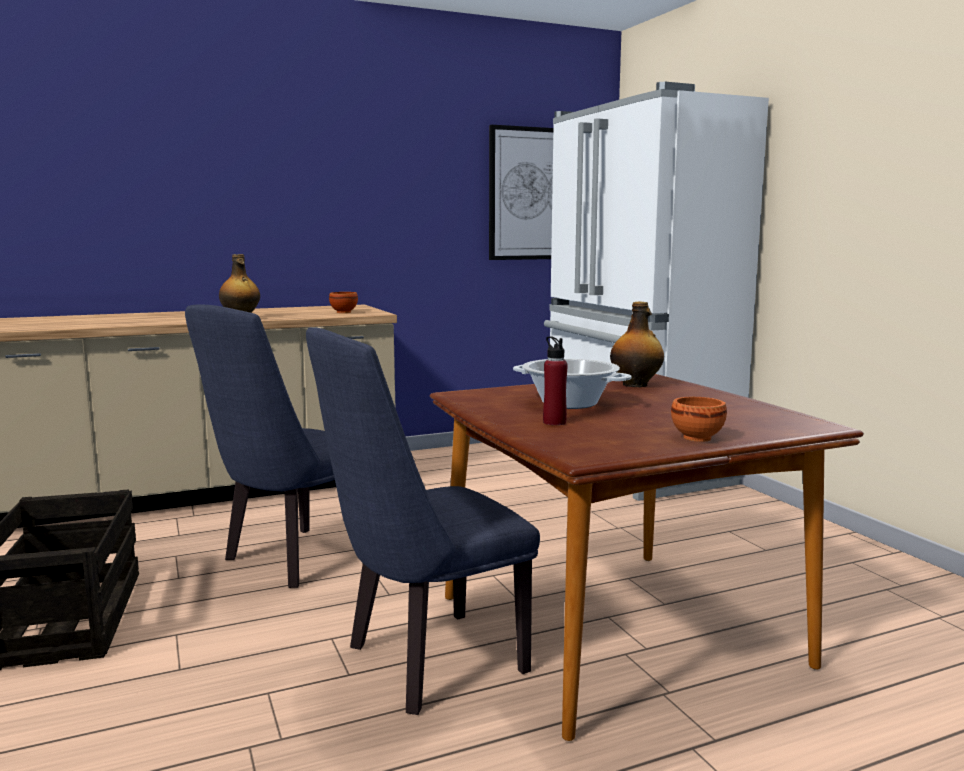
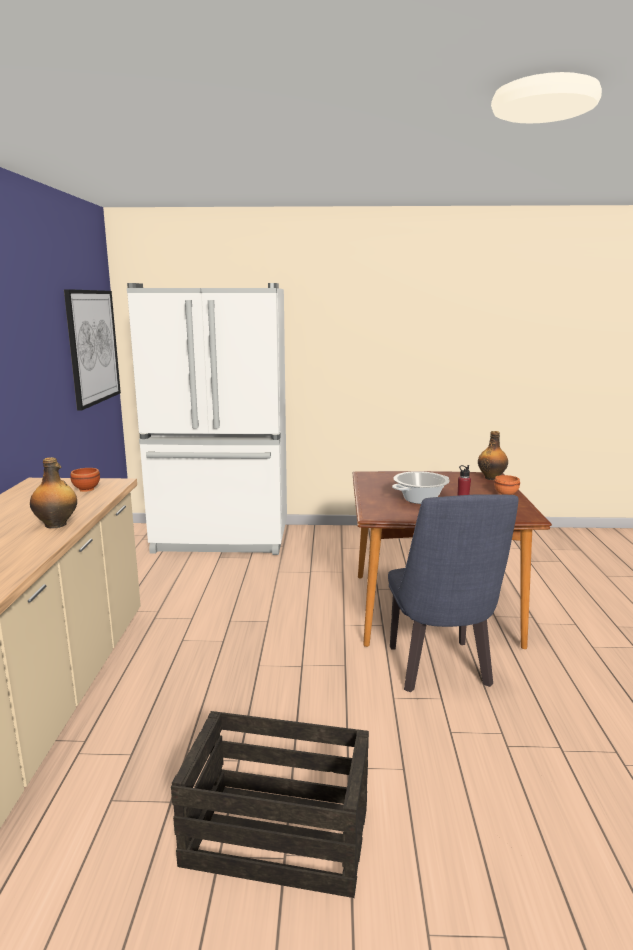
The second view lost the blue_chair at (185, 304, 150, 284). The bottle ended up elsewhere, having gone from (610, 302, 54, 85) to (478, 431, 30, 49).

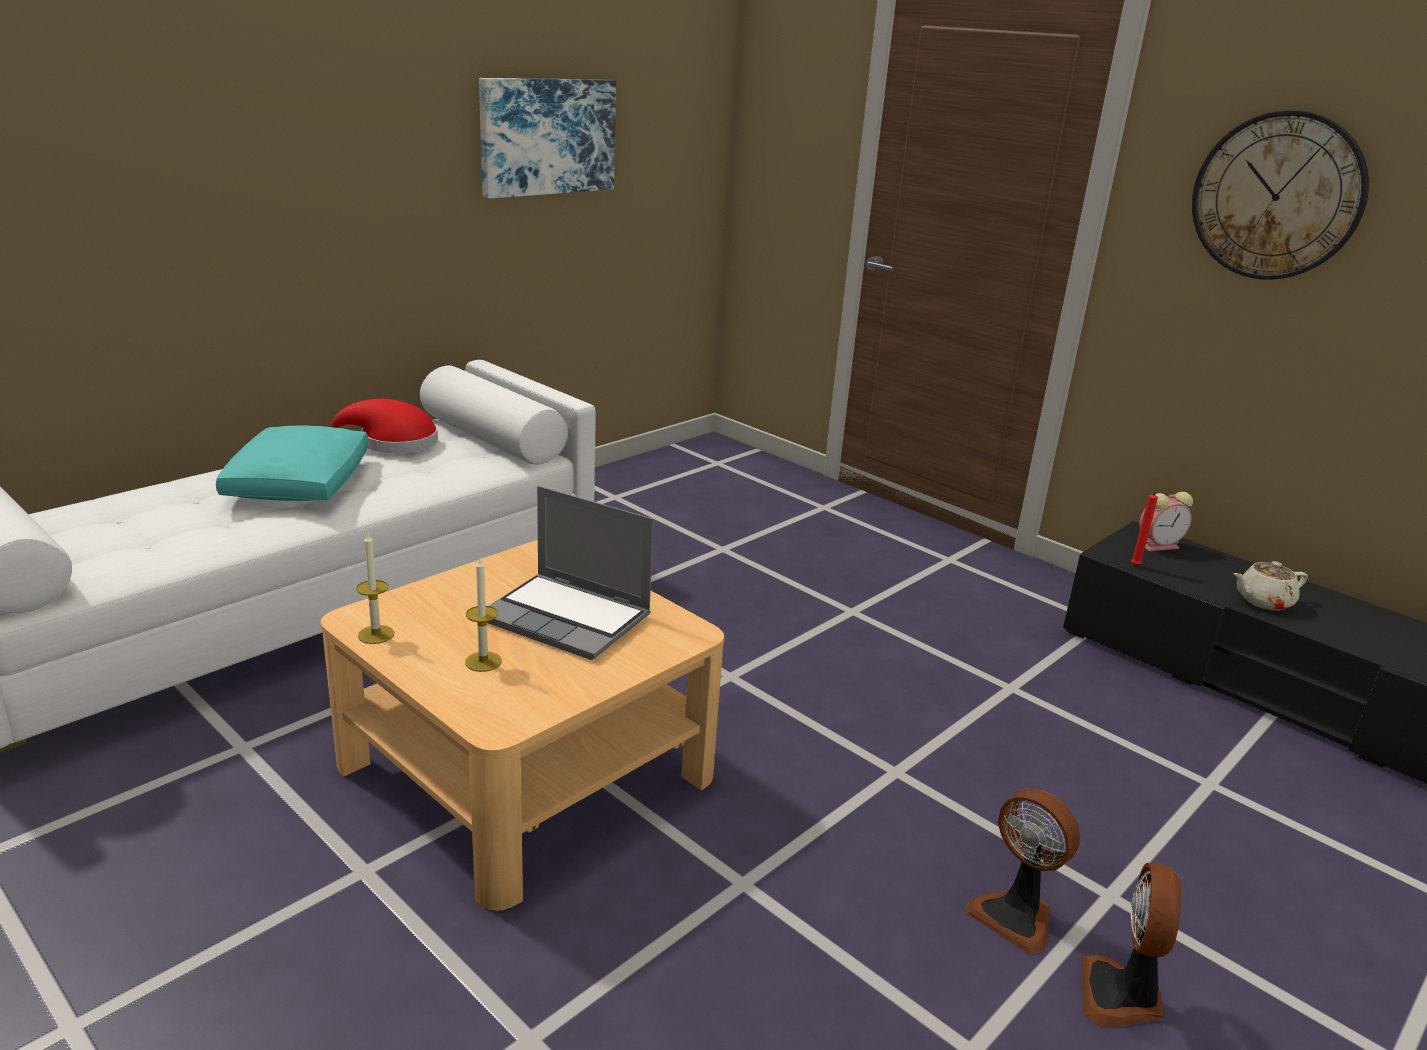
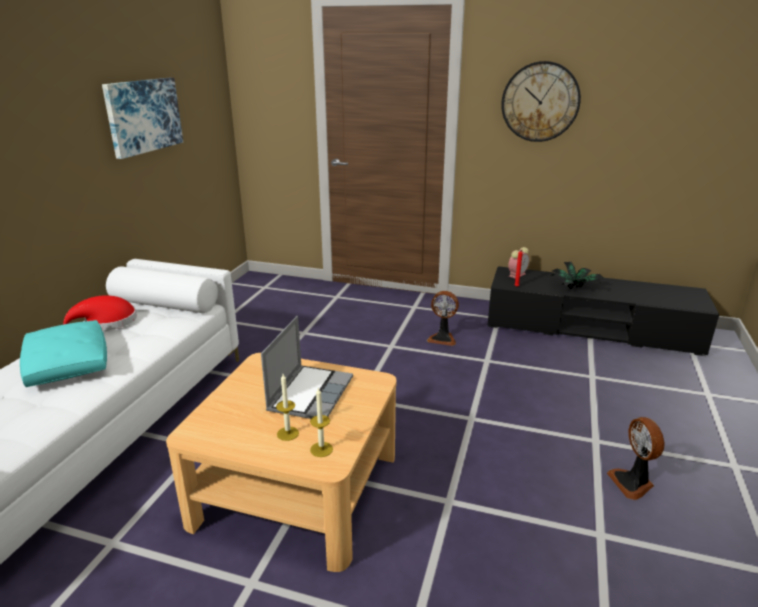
The candle ended up elsewhere, having gone from (356, 531, 38, 113) to (310, 388, 23, 69). The fan ended up elsewhere, having gone from (967, 788, 113, 166) to (427, 291, 32, 55). Where the beige_teapot stood at (1234, 561, 74, 49), the potted_plant came to stand at (552, 262, 52, 27). The laptop at (487, 486, 167, 174) ended up facing another way, 75 degrees counterclockwise from before.

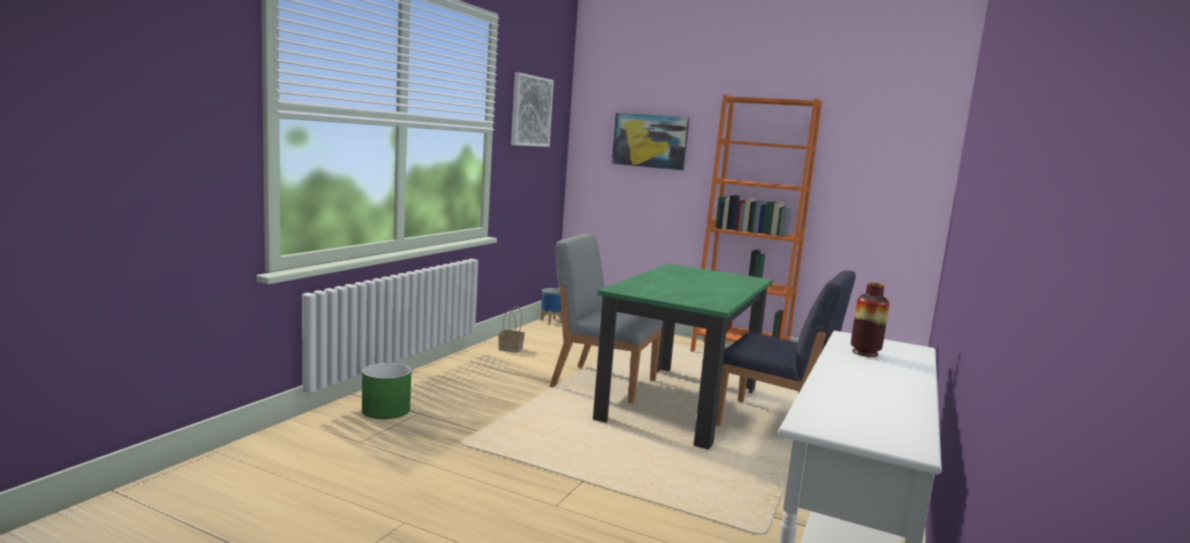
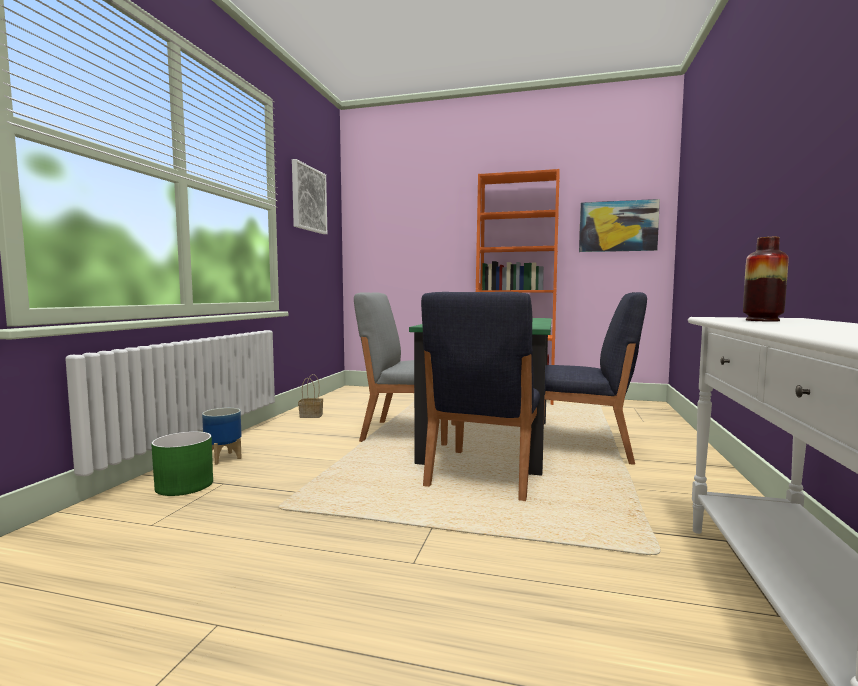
The second view gained the blue_chair at (421, 292, 125, 209). The planter ended up elsewhere, having gone from (541, 288, 21, 36) to (202, 408, 40, 57). The picture ended up elsewhere, having gone from (612, 113, 77, 58) to (579, 199, 81, 53).

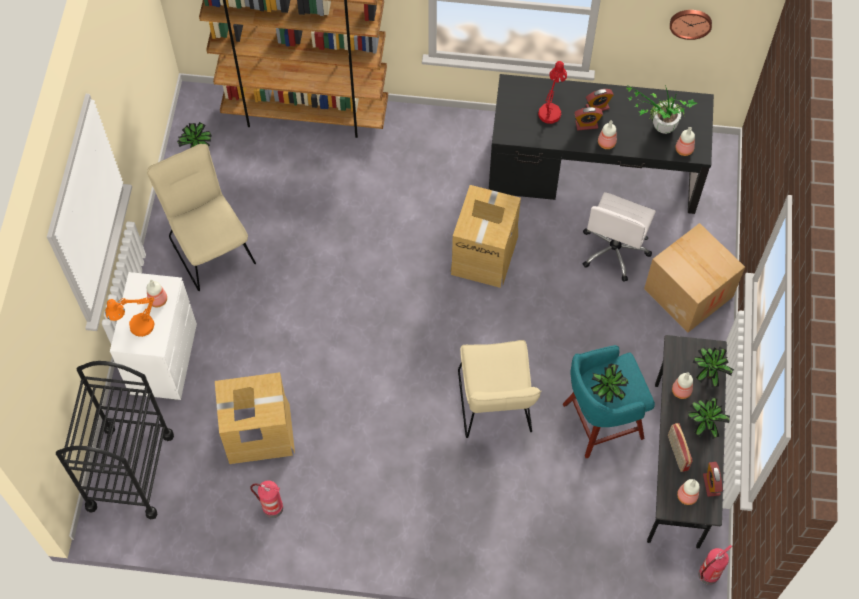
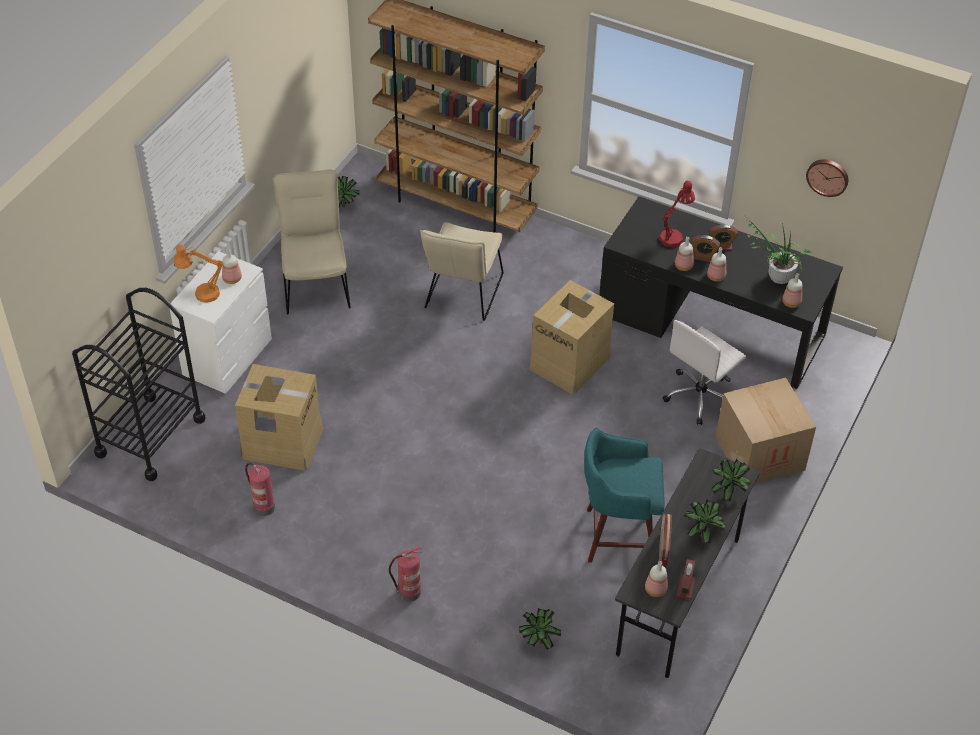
The beige_chair ended up elsewhere, having gone from (458, 340, 84, 98) to (420, 222, 83, 99). The potted_plant ended up elsewhere, having gone from (591, 363, 38, 40) to (519, 608, 42, 42). The bottle ended up elsewhere, having gone from (672, 372, 21, 27) to (675, 237, 19, 34). The fire_extinguisher ended up elsewhere, having gone from (698, 545, 34, 40) to (389, 546, 33, 56).

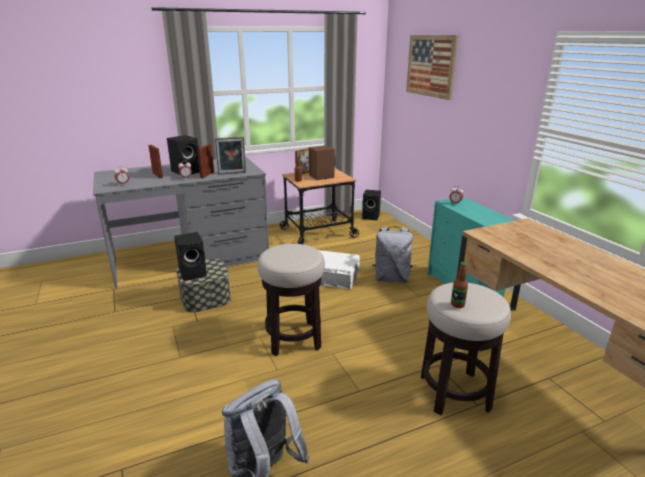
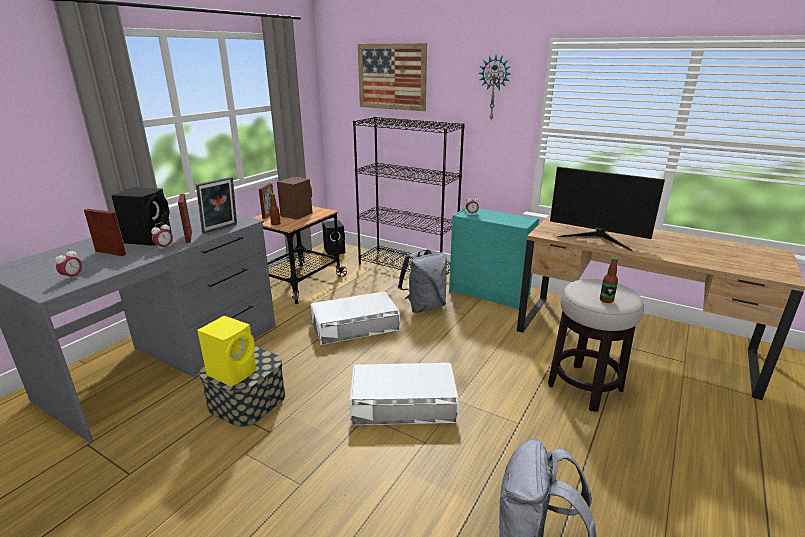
The second view gained the black_bookcase at (353, 117, 112, 157). The second view gained the wall_clock at (479, 55, 32, 65). The second view gained the monitor at (550, 167, 115, 84). Where the stool stood at (257, 244, 68, 112), the white_storage_box came to stand at (350, 363, 109, 62). What was the black_speaker at (174, 232, 33, 49) turned into the yellow_speaker at (197, 315, 59, 72).

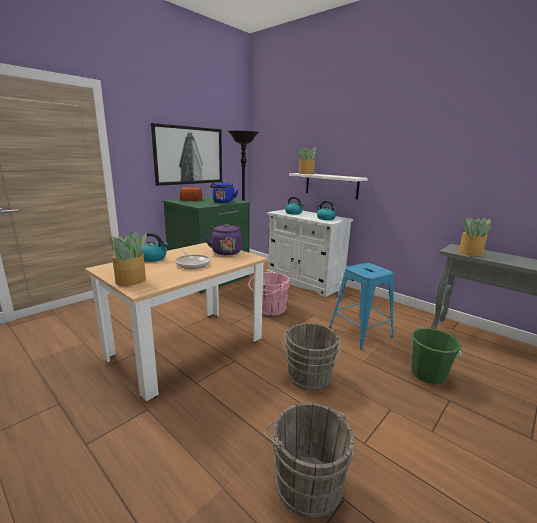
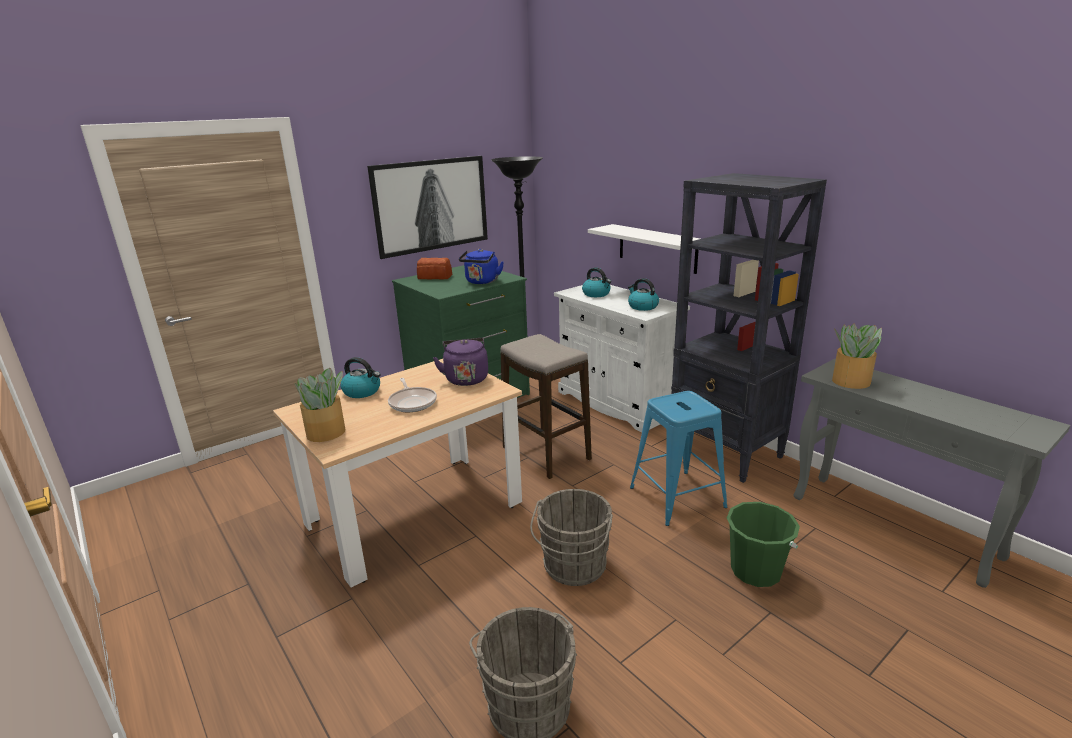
The second view lost the potted_plant at (298, 147, 18, 27). The second view gained the black_bookcase at (671, 173, 156, 310). Where the pink_bucket stood at (249, 272, 41, 44), the stool came to stand at (500, 334, 92, 145).

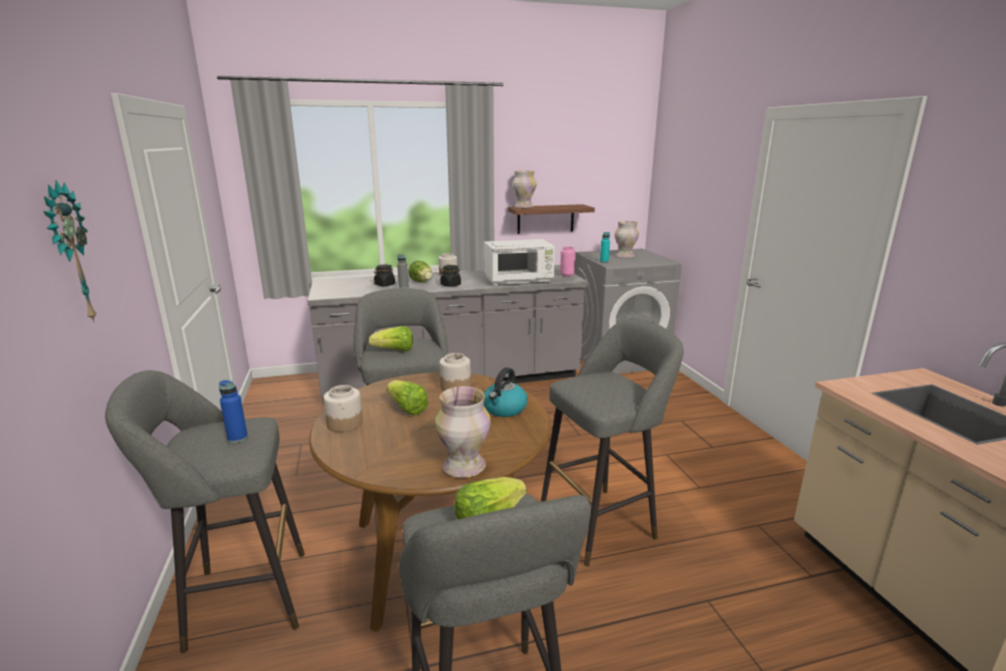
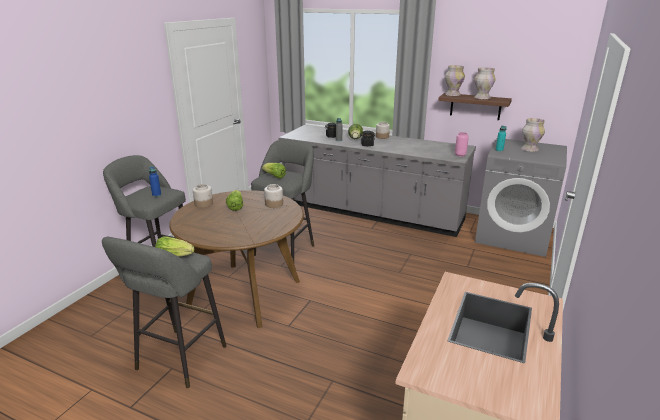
The second view lost the wall_clock at (43, 180, 54, 143). The second view lost the white_microwave at (484, 239, 71, 47). The second view lost the kettle at (484, 367, 44, 50). The second view lost the grey_stool at (541, 319, 143, 247). The vase ended up elsewhere, having gone from (435, 386, 56, 92) to (474, 67, 22, 32).

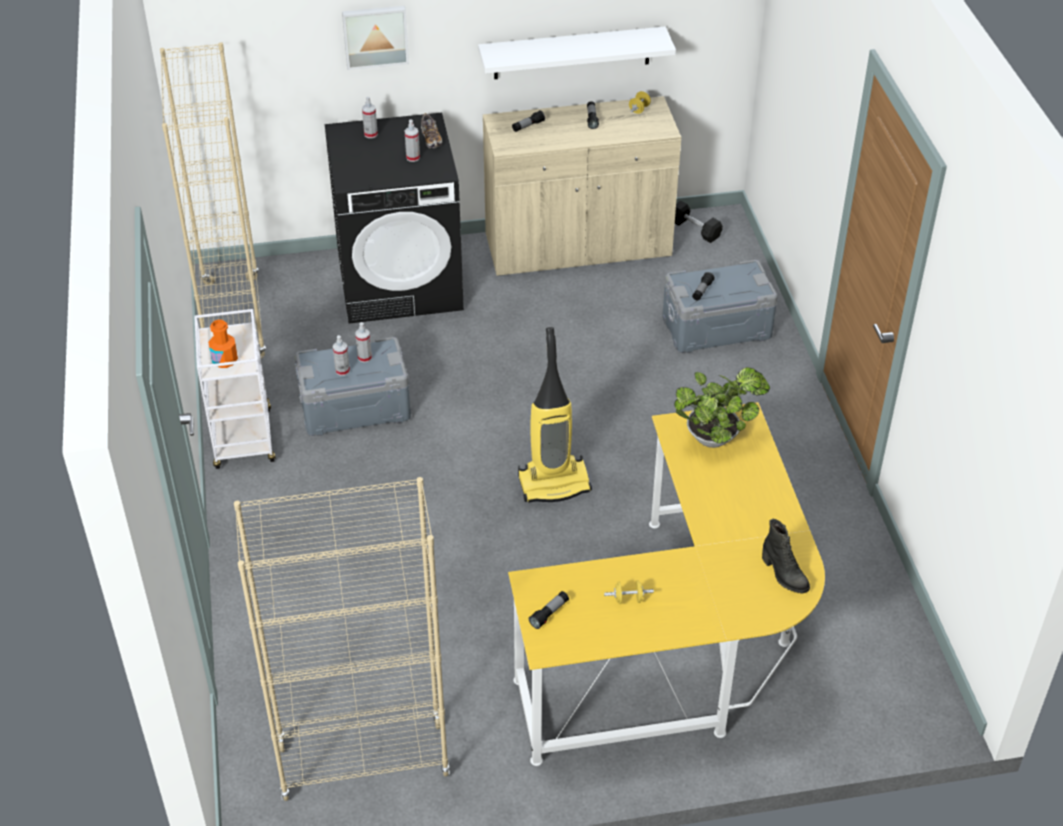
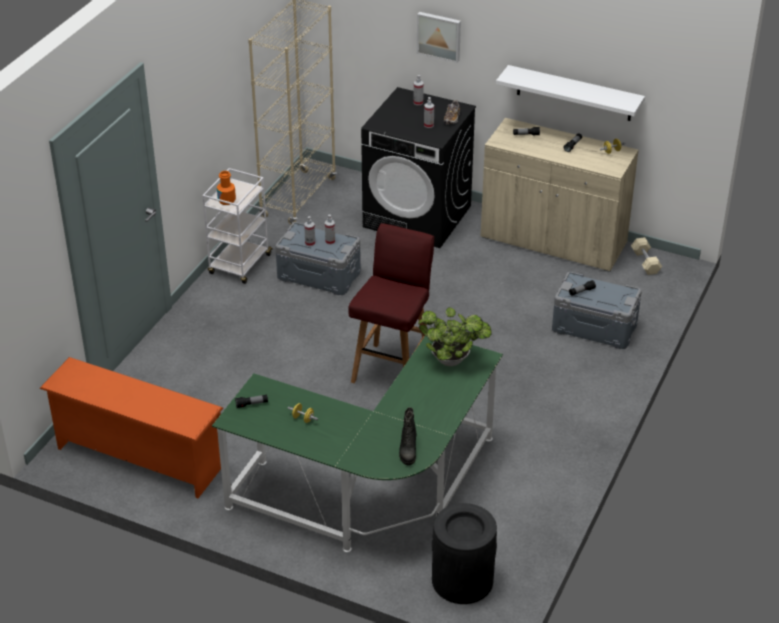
The second view gained the black_trash_can at (432, 503, 65, 101). Where the beige_bookcase stood at (234, 477, 216, 324), the orange_shoe_rack came to stand at (39, 357, 184, 141). Where the vacuum_cleaner stood at (518, 327, 74, 176), the red_stool came to stand at (348, 223, 86, 160). What was the yellow_desk at (508, 402, 317, 364) turned into the green_desk at (212, 335, 291, 217). What was the black_dumbbell at (675, 201, 48, 42) turned into the beige_dumbbell at (631, 237, 31, 38).

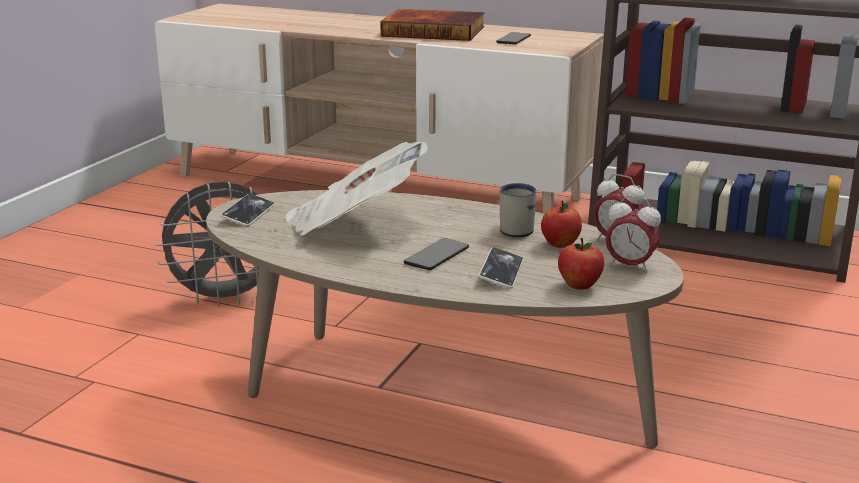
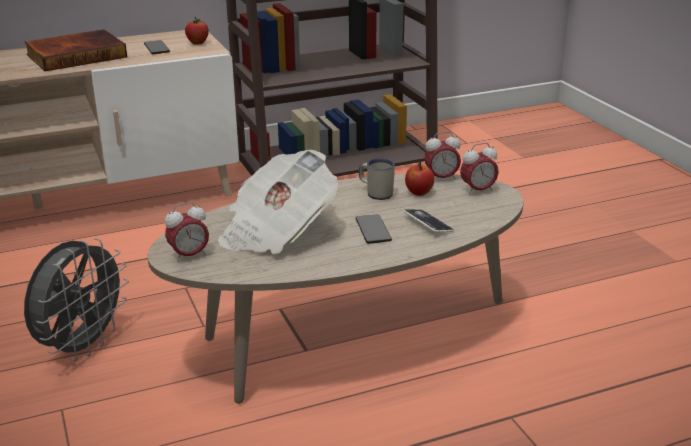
The apple ended up elsewhere, having gone from (558, 238, 46, 52) to (185, 17, 24, 28). Where the phone stood at (221, 194, 54, 32), the alarm_clock came to stand at (165, 202, 44, 61).

